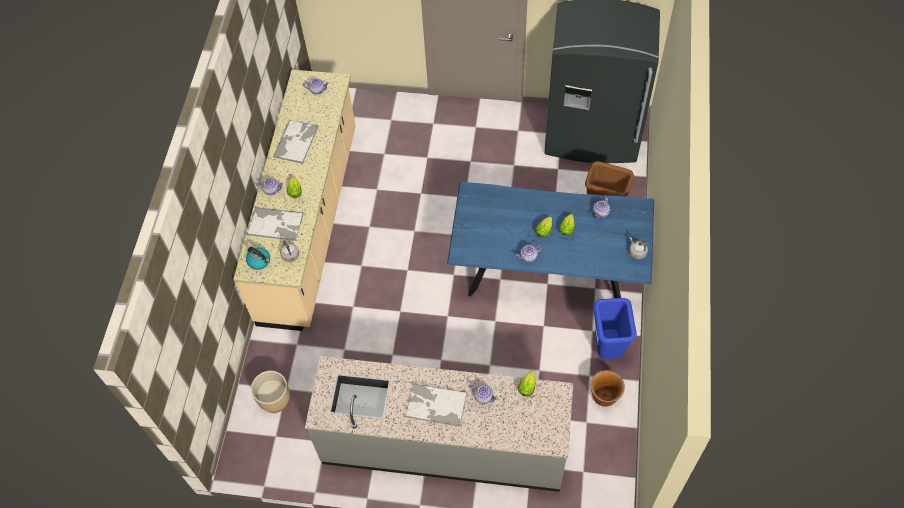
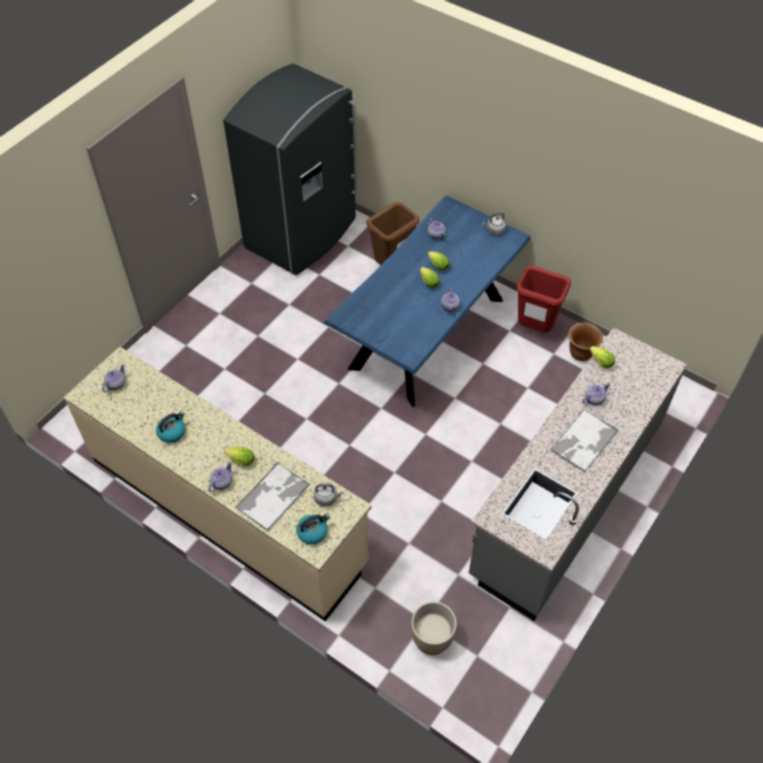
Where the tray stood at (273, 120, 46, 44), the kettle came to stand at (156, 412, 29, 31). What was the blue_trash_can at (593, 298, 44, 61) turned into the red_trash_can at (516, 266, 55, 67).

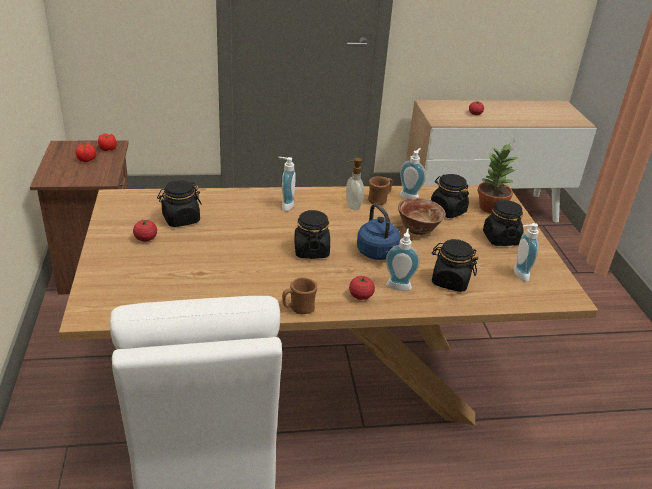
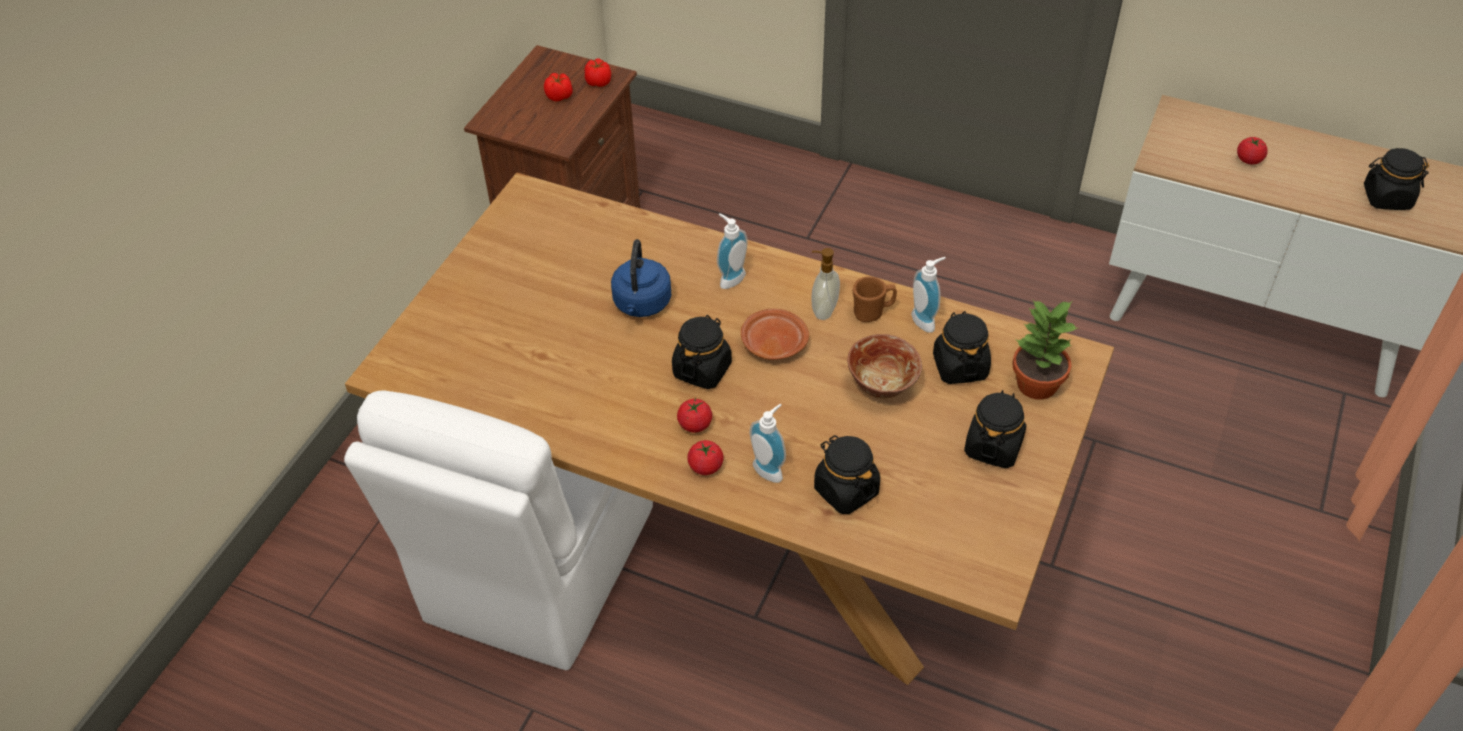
The second view lost the brown_mug at (282, 277, 35, 37). The second view lost the soap_dispenser at (514, 223, 25, 59). The second view gained the brown_plate at (741, 309, 68, 51). The tomato ended up elsewhere, having gone from (133, 219, 24, 23) to (677, 398, 35, 35). The black_jar ended up elsewhere, having gone from (157, 180, 45, 47) to (1364, 148, 65, 62). The blue_kettle ended up elsewhere, having gone from (357, 203, 44, 57) to (611, 239, 61, 78).

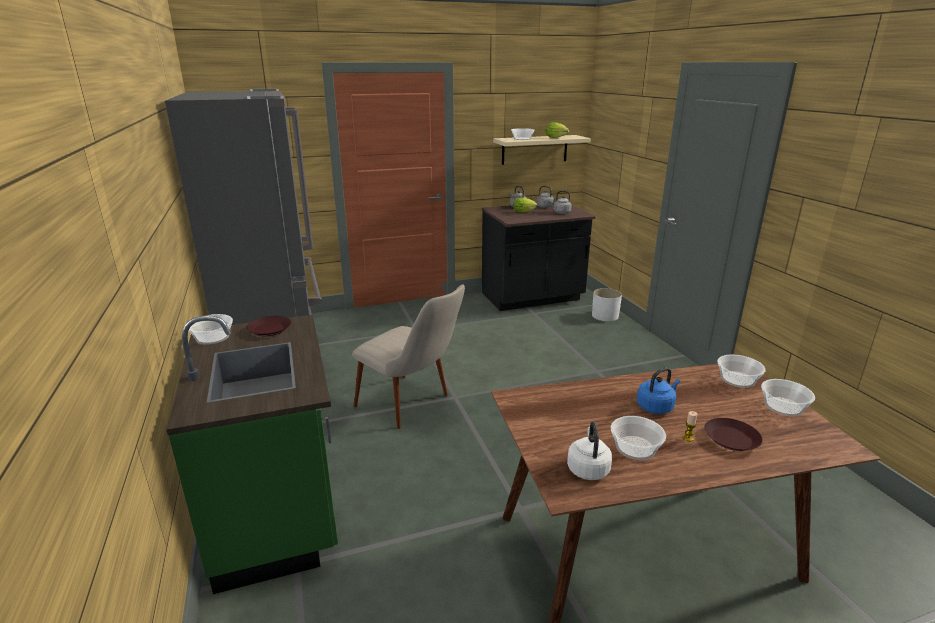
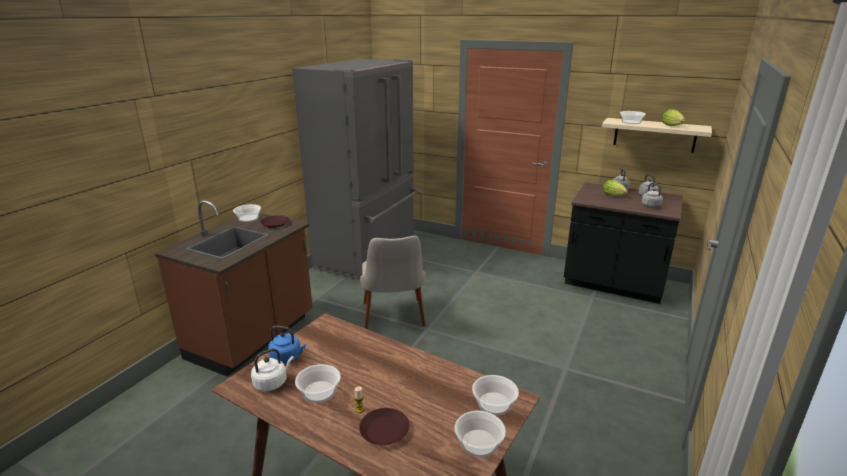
The second view lost the white_planter at (592, 288, 30, 33). The blue_kettle ended up elsewhere, having gone from (637, 368, 43, 46) to (268, 325, 38, 39). What was the green_counter at (166, 315, 172, 279) turned into the brown_counter at (155, 200, 158, 177).

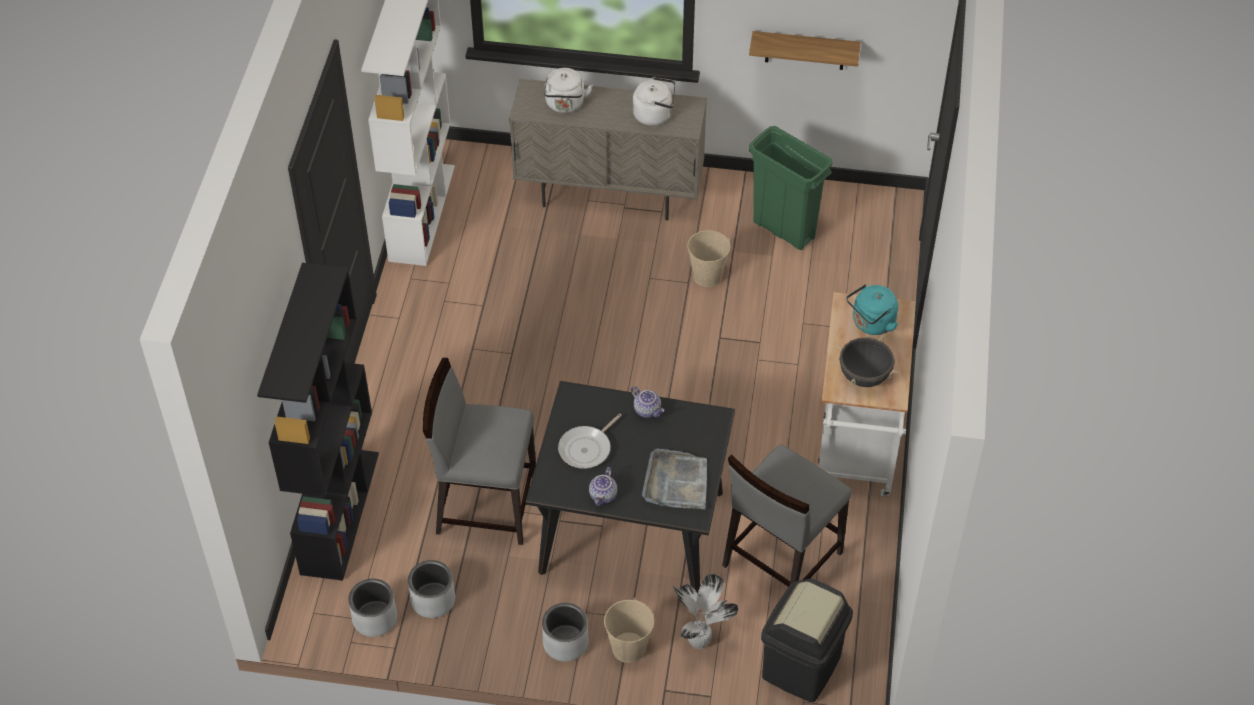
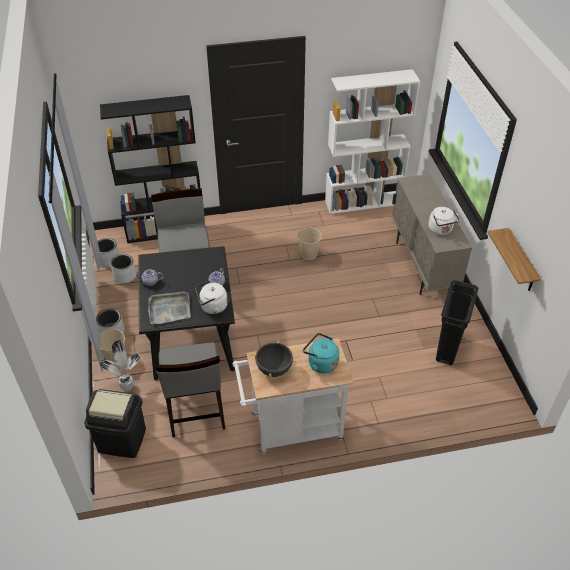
The second view lost the frying_pan at (558, 413, 64, 55). The white_kettle ended up elsewhere, having gone from (544, 68, 49, 45) to (195, 281, 33, 33). The beige_bucket ended up elsewhere, having gone from (687, 230, 43, 57) to (297, 228, 25, 32). What was the green_trash_can at (749, 126, 84, 124) turned into the black_trash_can at (436, 280, 43, 85). The grey_chair at (722, 444, 130, 143) ended up facing another way, 120 degrees counterclockwise from before.

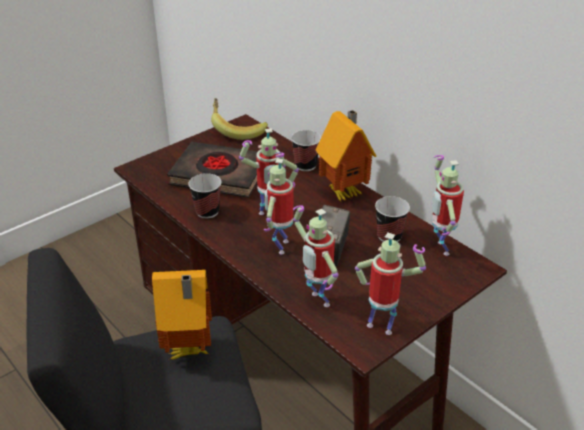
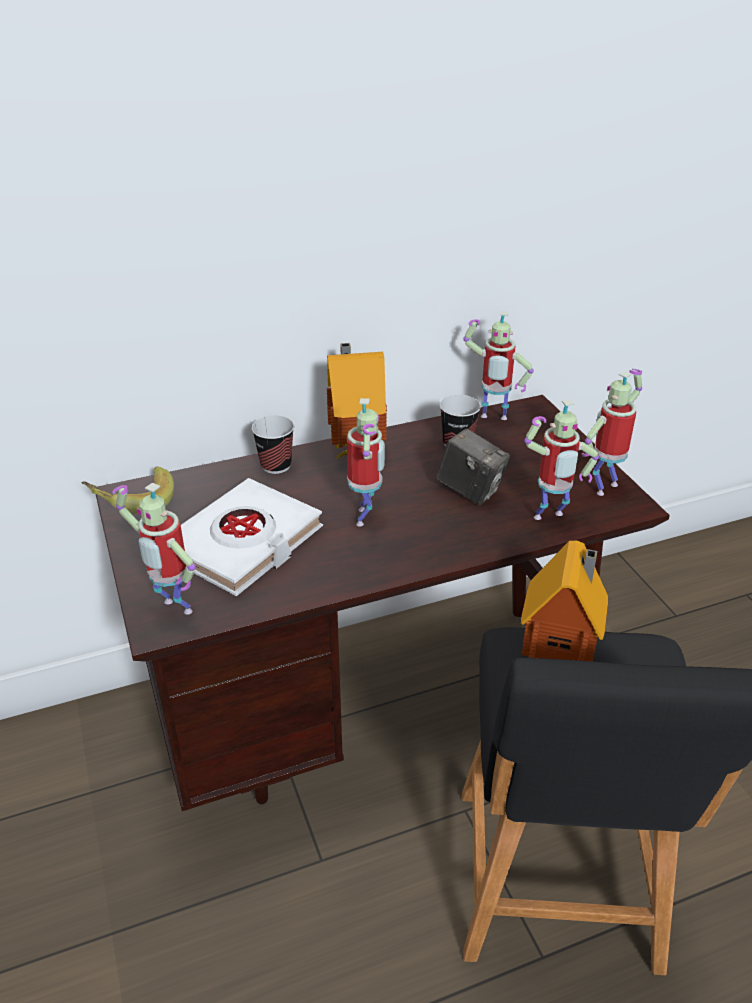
The second view lost the cup at (188, 173, 34, 46). The toy_robot ended up elsewhere, having gone from (264, 152, 29, 102) to (112, 483, 84, 132). What was the black_book at (167, 142, 91, 56) turned into the white_book at (181, 478, 142, 118).

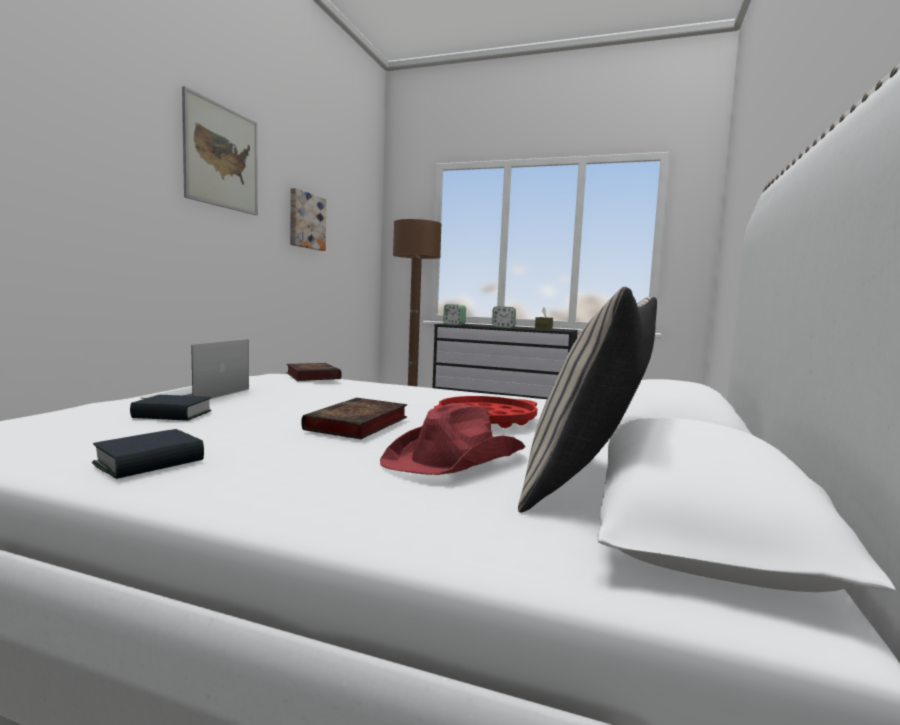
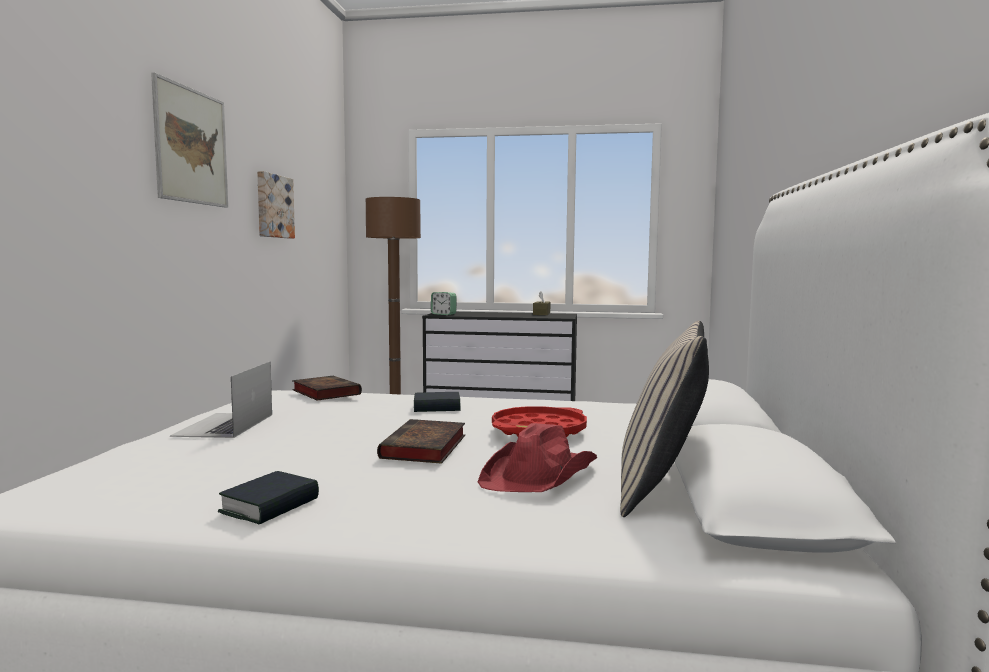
The second view lost the alarm_clock at (492, 306, 24, 22). The book ended up elsewhere, having gone from (130, 395, 82, 26) to (414, 392, 46, 20).

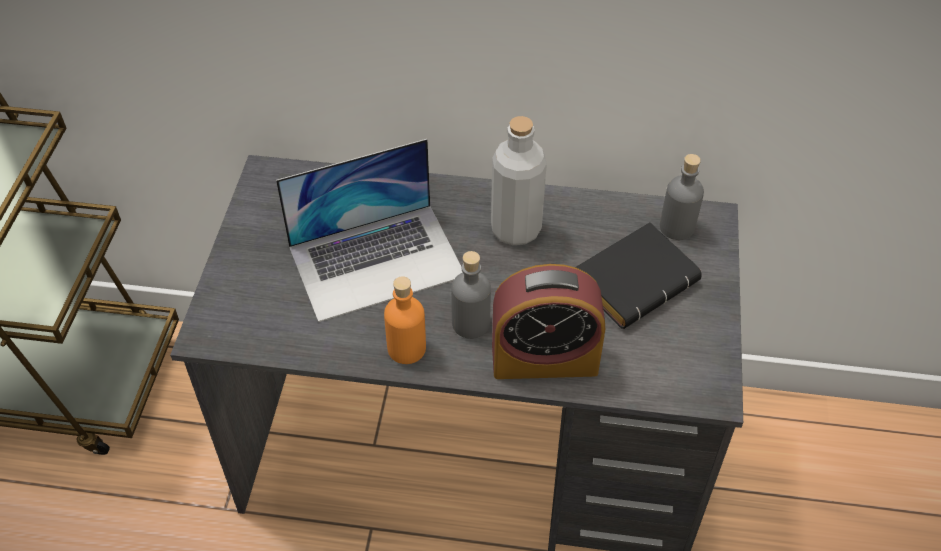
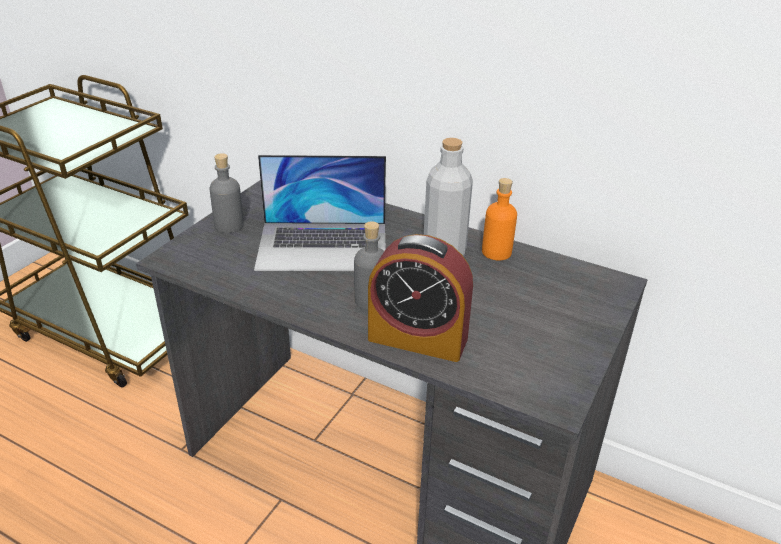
The second view lost the black_book at (575, 223, 127, 106). The orange_bottle ended up elsewhere, having gone from (384, 276, 42, 88) to (482, 178, 35, 82). The grey_bottle ended up elsewhere, having gone from (660, 154, 44, 86) to (210, 153, 34, 80).

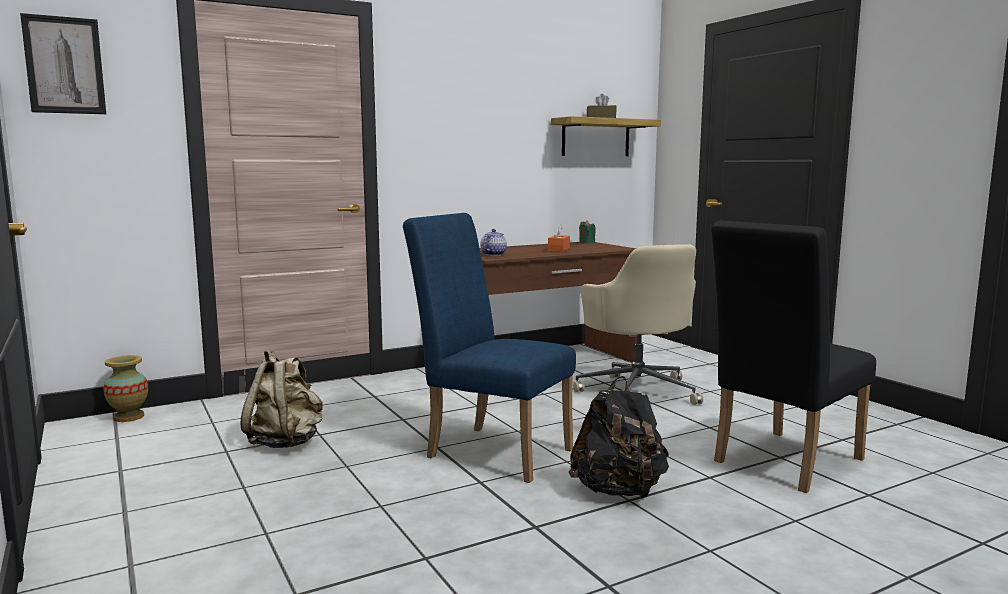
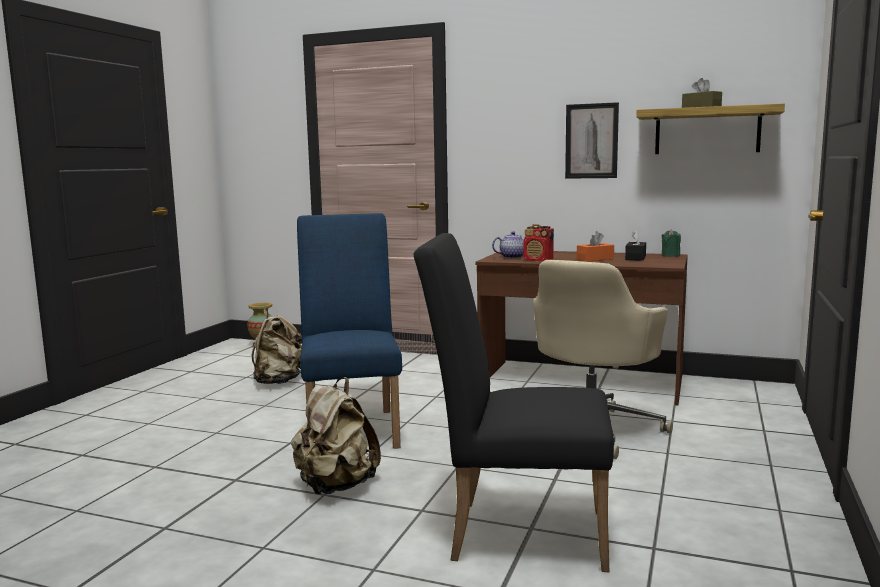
The second view gained the radio at (523, 224, 31, 37). The second view gained the black_tissue_box at (625, 230, 21, 31). The picture ended up elsewhere, having gone from (20, 13, 86, 101) to (565, 102, 54, 77). What was the black_backpack at (569, 376, 100, 123) turned into the beige_backpack at (291, 377, 90, 117).

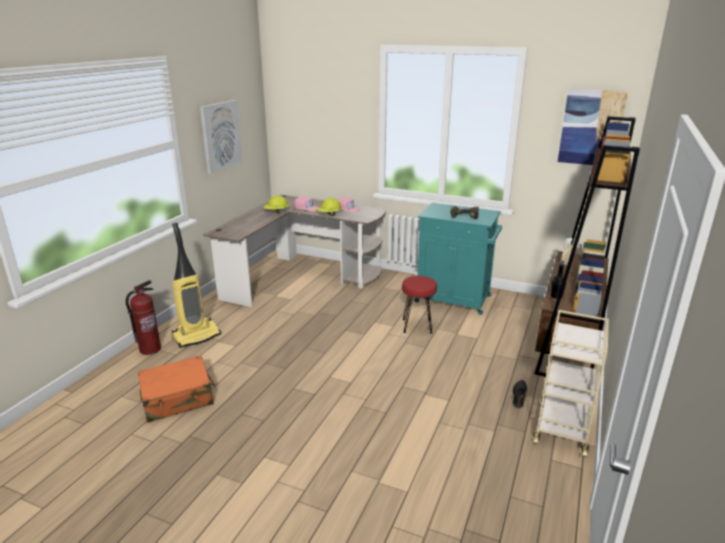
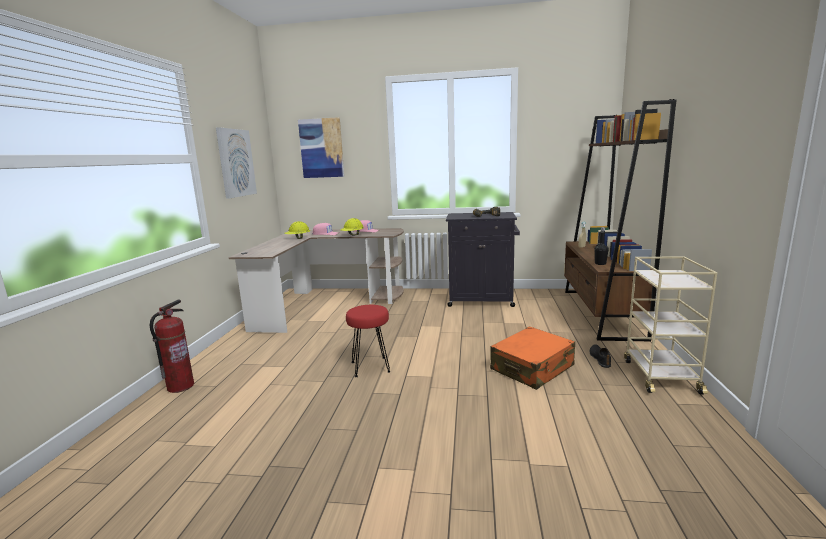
The second view lost the vacuum_cleaner at (172, 223, 49, 125). The orange_suitcase ended up elsewhere, having gone from (138, 355, 77, 67) to (490, 327, 85, 63). The red_stool ended up elsewhere, having gone from (402, 276, 35, 58) to (346, 305, 45, 72). The picture ended up elsewhere, having gone from (558, 89, 70, 76) to (298, 117, 46, 61). What was the turquoise_cabinet at (414, 203, 88, 112) turned into the black_cabinet at (446, 212, 74, 95).

